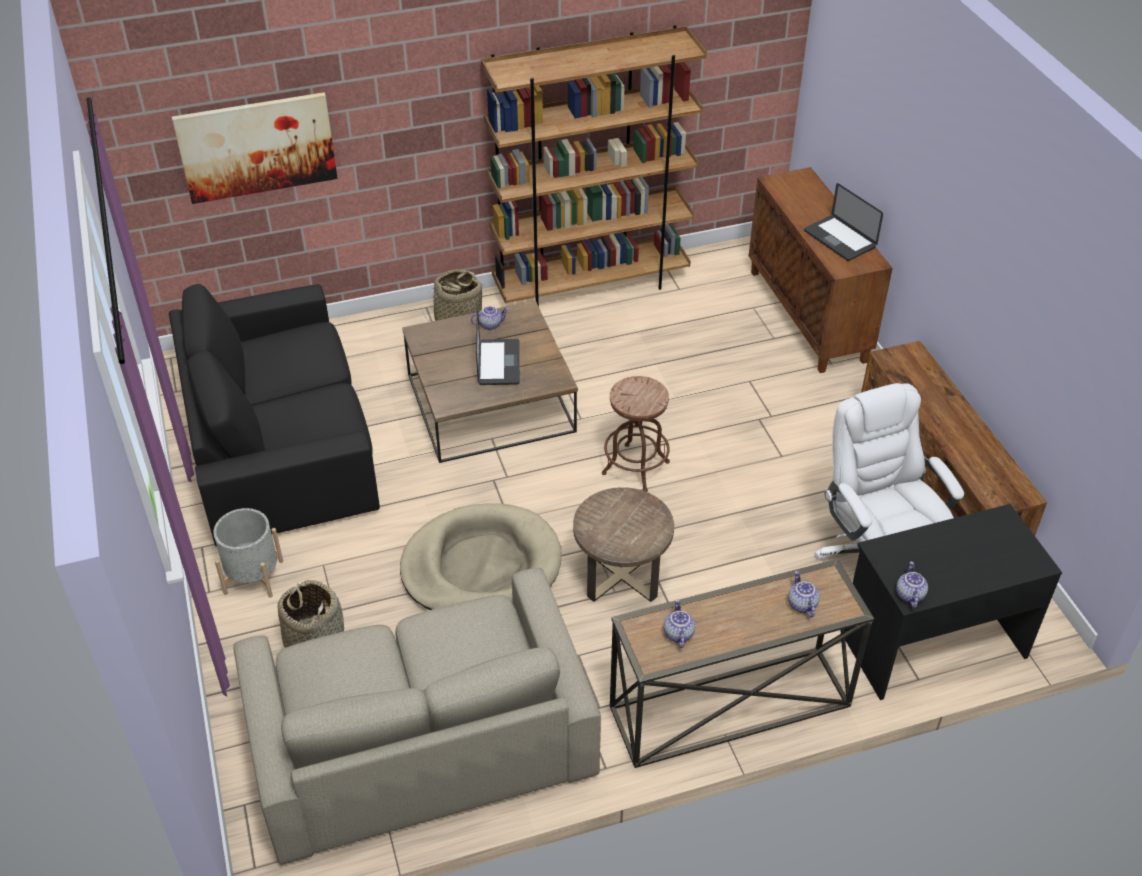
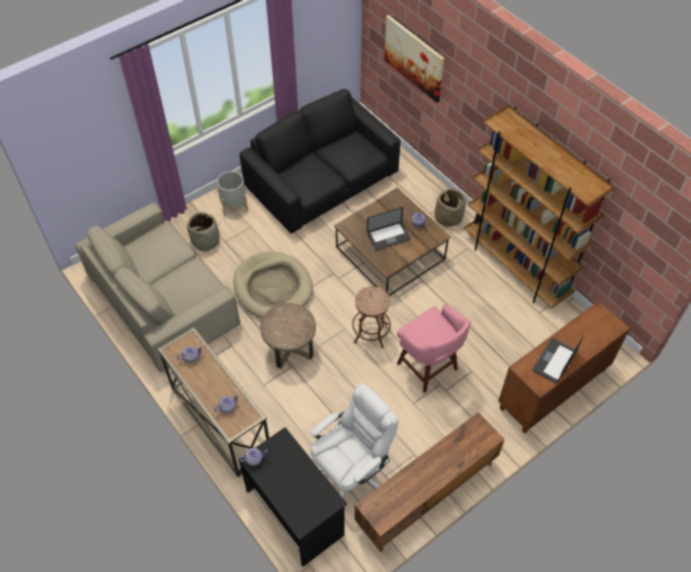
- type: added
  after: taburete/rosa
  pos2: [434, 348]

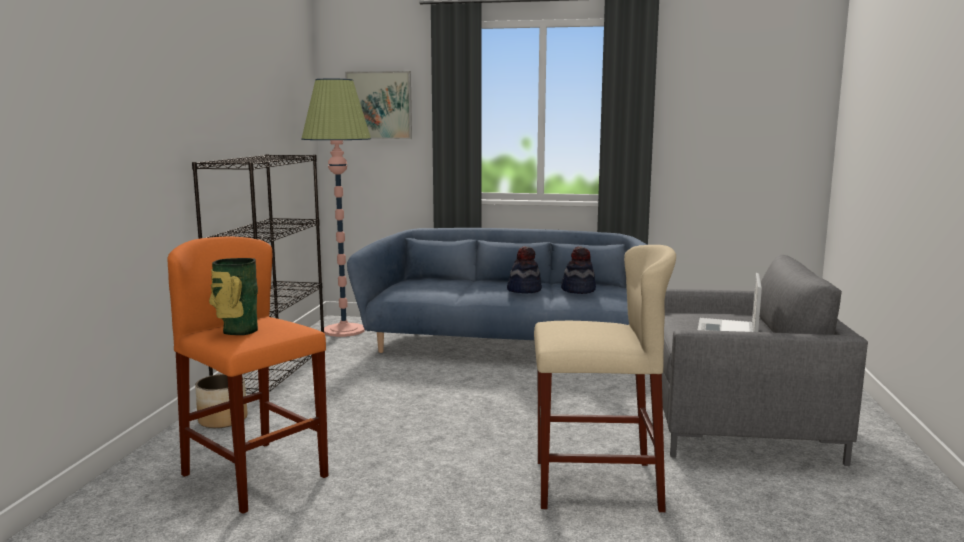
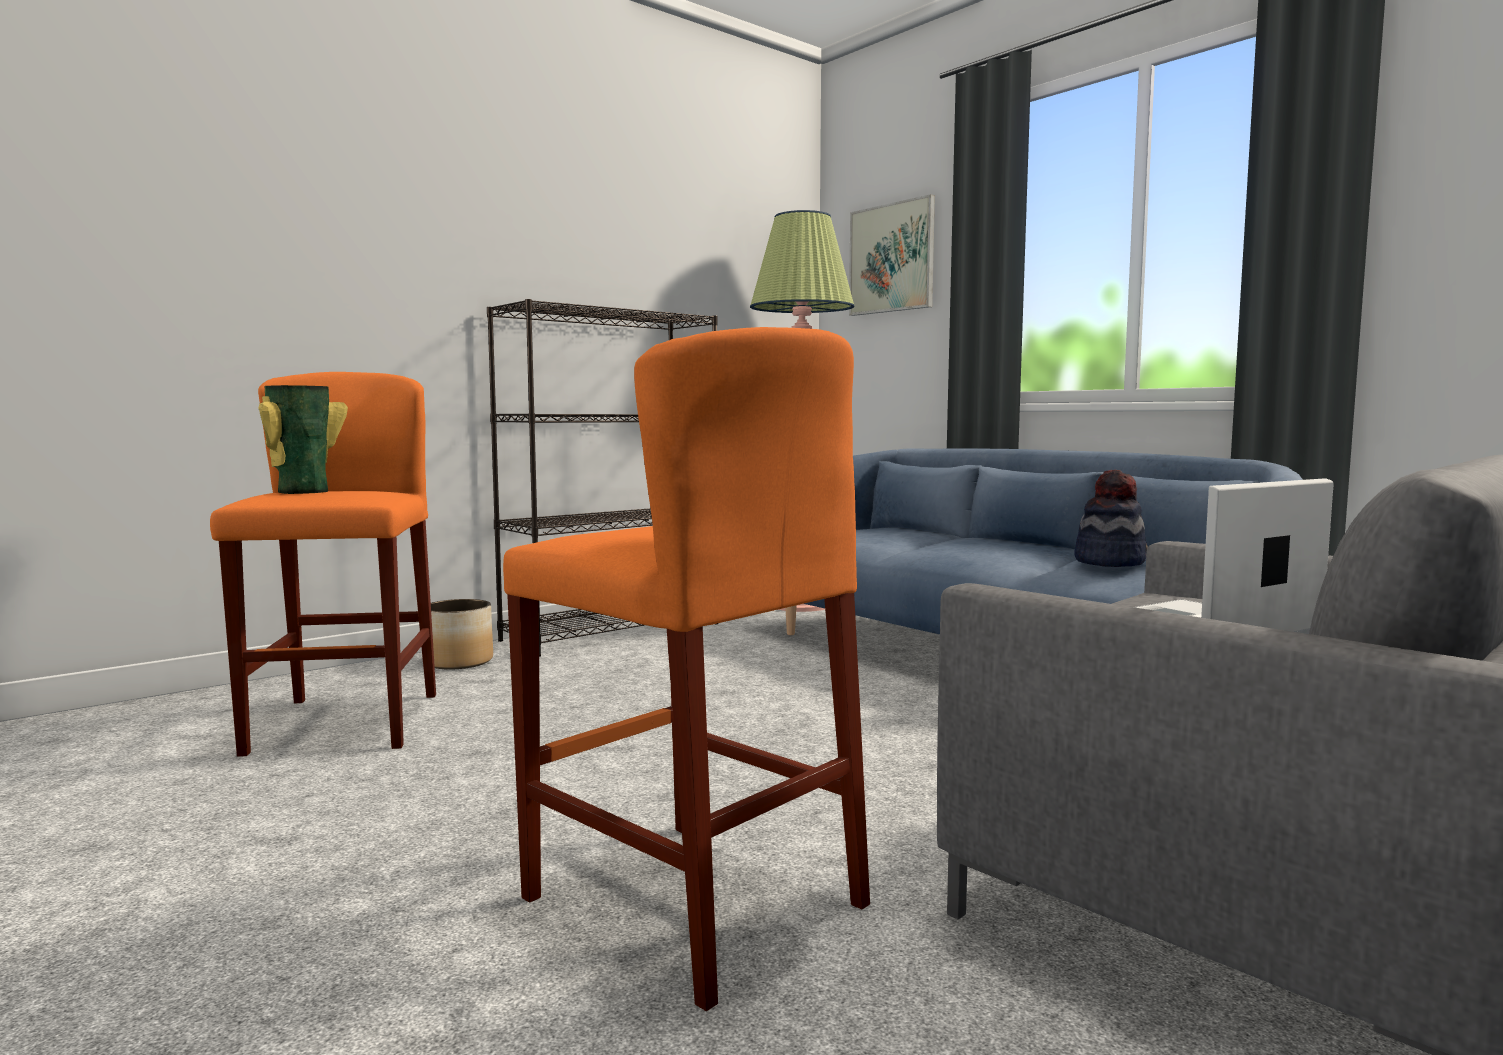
- type: recoloured
  before: taburete/beis
  after: taburete/naranja
  pos1: [605, 378]
  pos2: [686, 669]
- type: removed
  before: sombrero
  pos1: [524, 269]

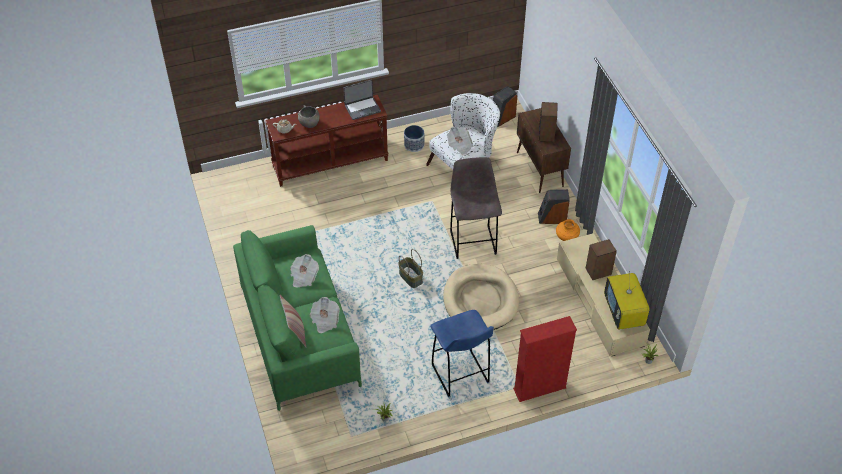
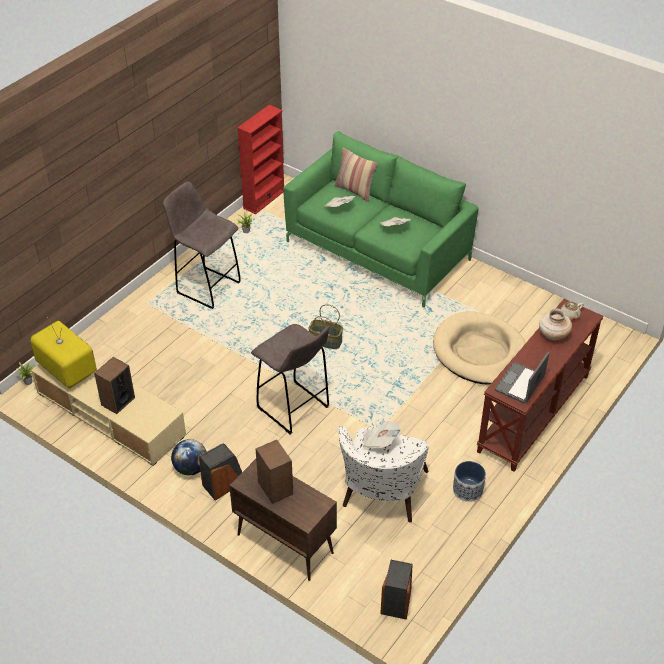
- type: recoloured
  before: taburete/azul
  after: taburete/gris
  pos1: [462, 353]
  pos2: [202, 245]
- type: replaced
  before: florero/naranja
  after: globo terráqueo
  pos1: [568, 230]
  pos2: [189, 457]
- type: moved
  before: estantería/rojo
  pos1: [545, 359]
  pos2: [260, 159]
- type: moved
  before: cama para perro/beis
  pos1: [481, 297]
  pos2: [479, 348]
- type: replaced
  before: cuenco/gris
  after: florero/beis
  pos1: [309, 116]
  pos2: [555, 324]

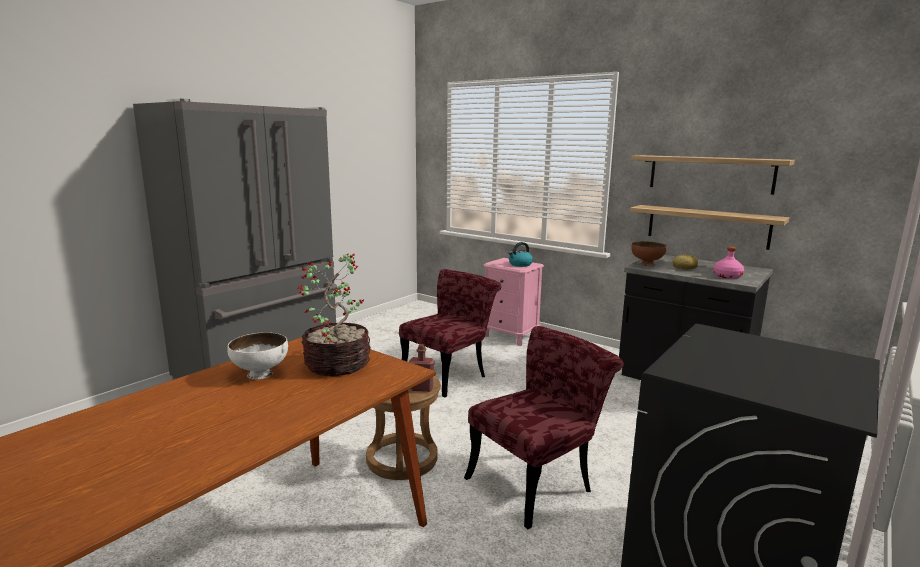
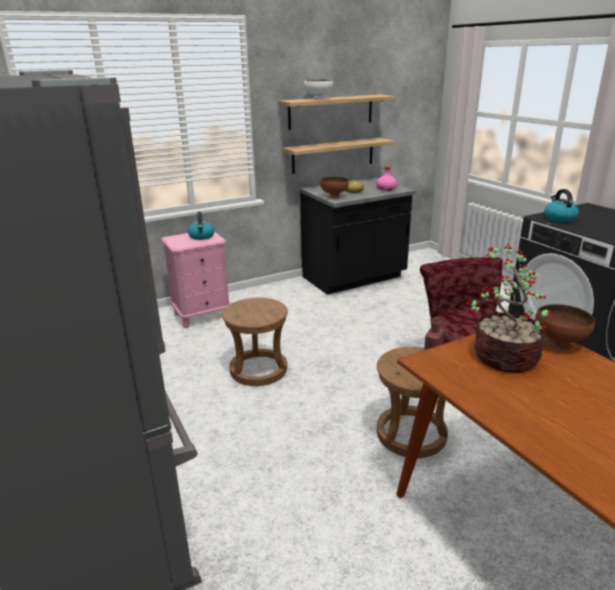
- type: replaced
  before: silla/rojo
  after: taburete/marrón
  pos1: [450, 333]
  pos2: [255, 342]
- type: moved
  before: cuenco/blanco
  pos1: [257, 355]
  pos2: [318, 90]
- type: added
  after: cuenco/marrón
  pos2: [565, 327]
- type: added
  after: hervidor
  pos2: [561, 205]

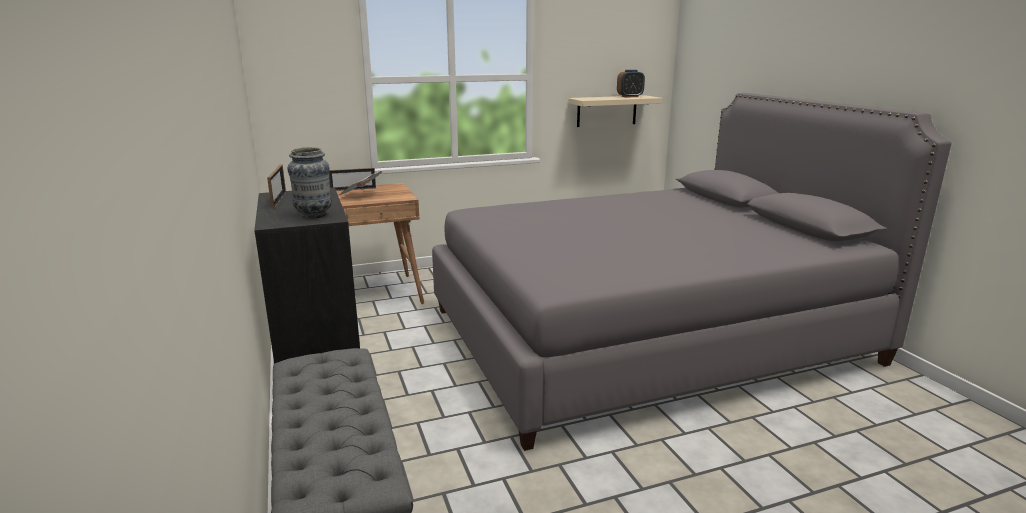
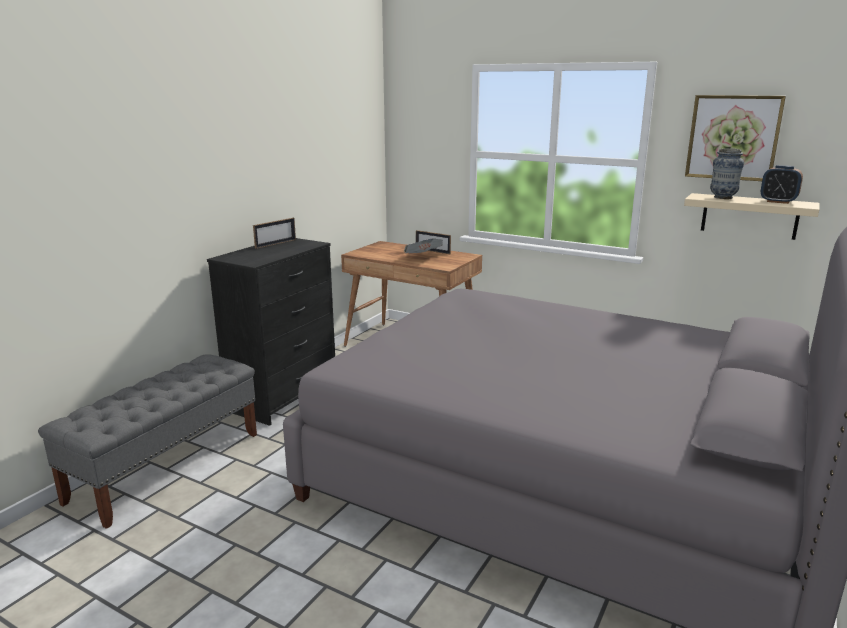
- type: added
  after: cuadro
  pos2: [735, 138]
- type: moved
  before: florero
  pos1: [309, 183]
  pos2: [727, 173]

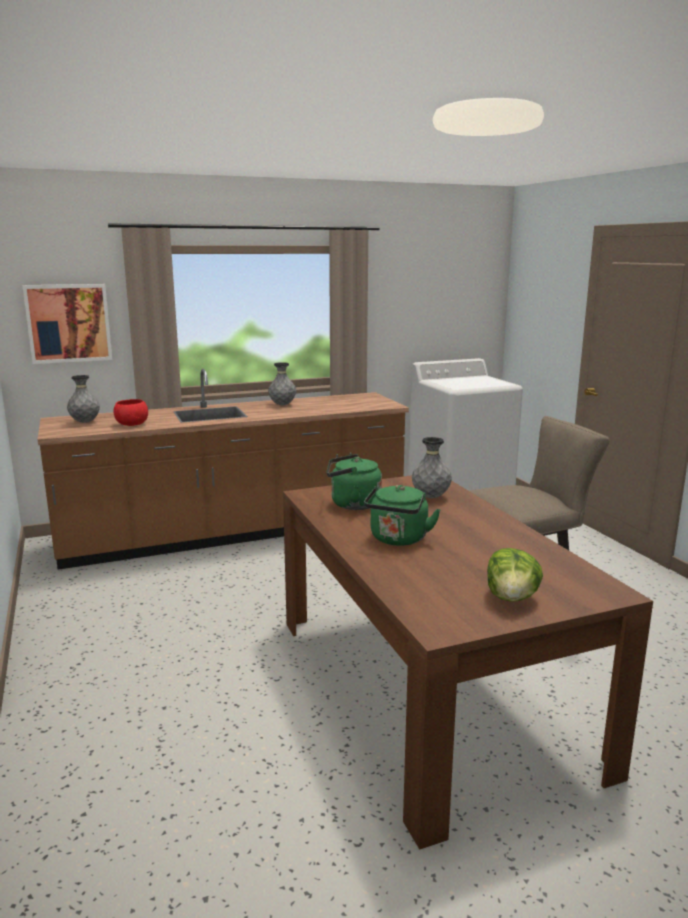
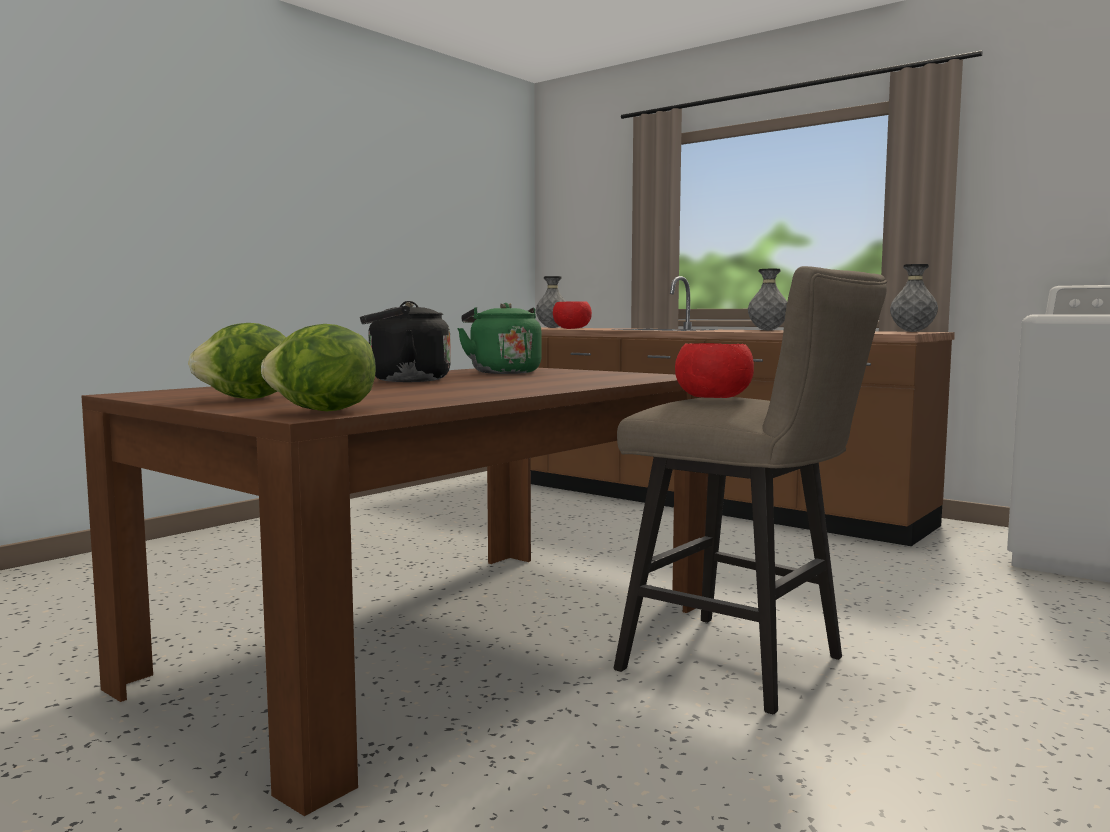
- type: added
  after: lechuga
  pos2: [318, 367]
- type: recoloured
  before: hervidor/verde
  after: hervidor/negro
  pos1: [402, 515]
  pos2: [405, 341]
- type: added
  after: cuenco/rojo
  pos2: [714, 370]
- type: moved
  before: florero/gris
  pos1: [432, 467]
  pos2: [914, 298]
- type: removed
  before: cuadro
  pos1: [67, 324]

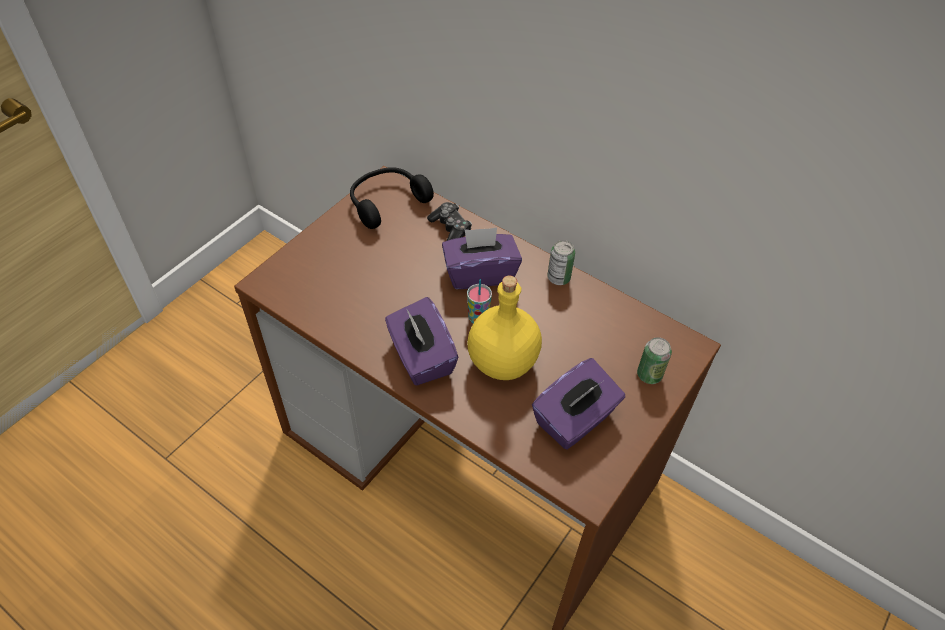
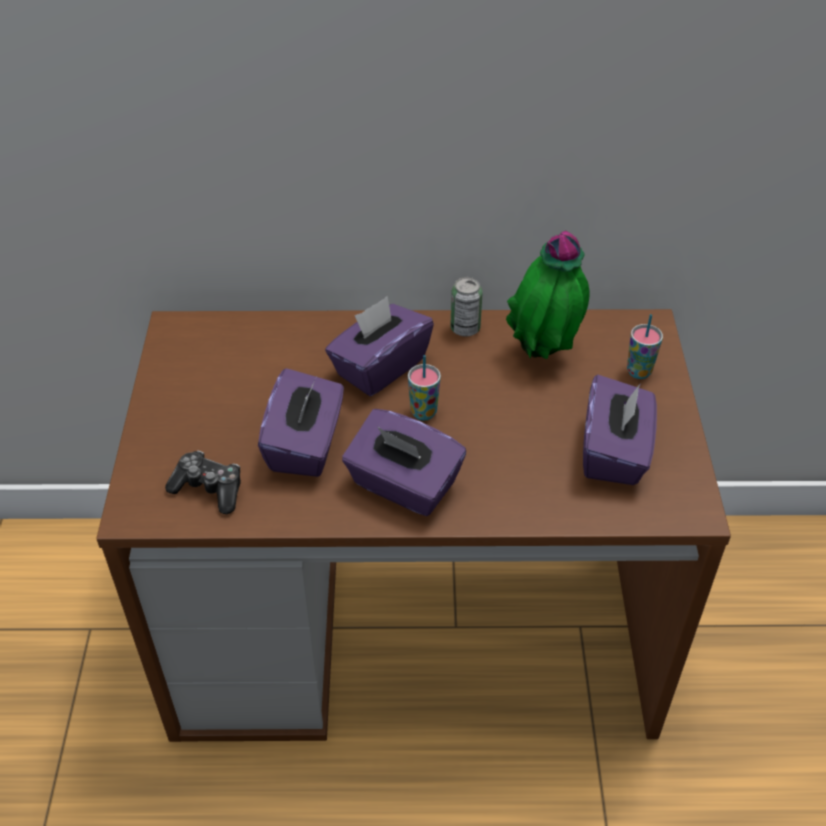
- type: moved
  before: mando de consola
  pos1: [449, 221]
  pos2: [203, 482]
- type: added
  after: caja de pañuelos/morado
  pos2: [301, 422]
- type: added
  after: planta en maceta
  pos2: [547, 295]
- type: replaced
  before: lata
  after: taza
  pos1: [654, 360]
  pos2: [645, 346]
- type: removed
  before: auriculares/negro
  pos1: [392, 198]
- type: removed
  before: botella/amarillo
  pos1: [504, 328]

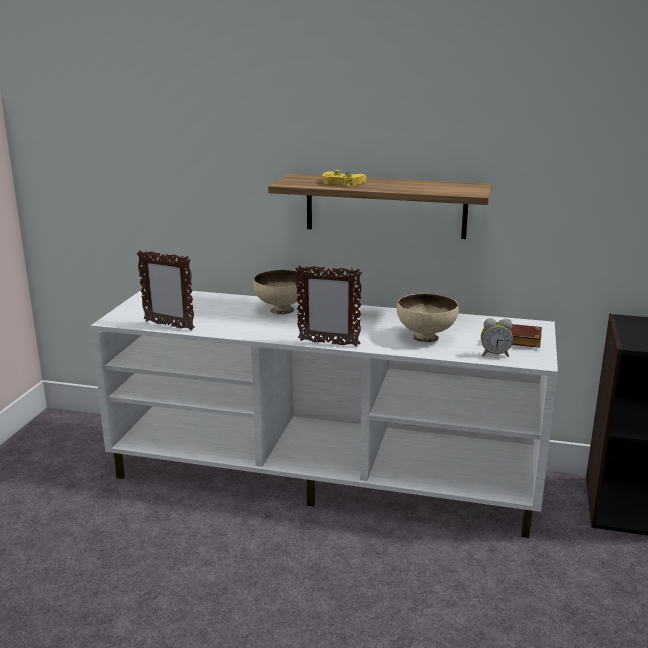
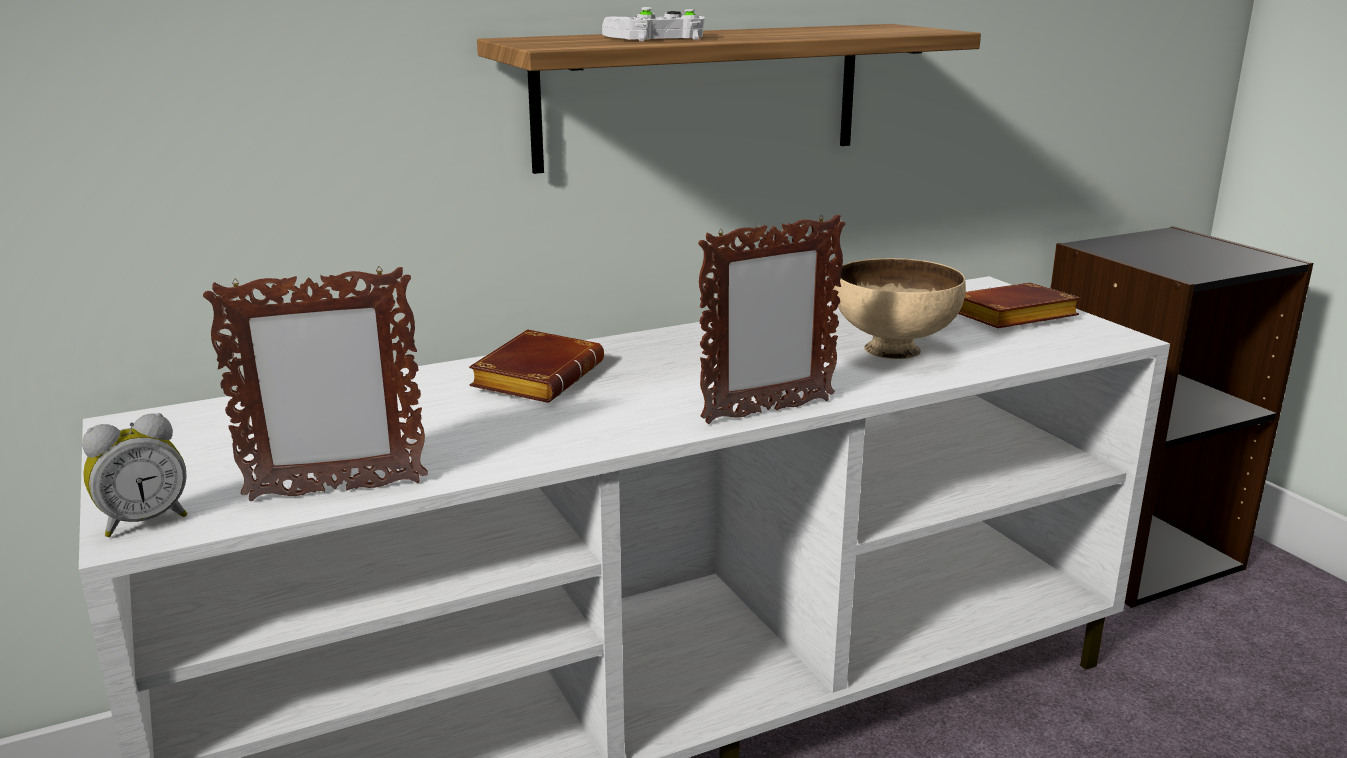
- type: moved
  before: despertador
  pos1: [497, 337]
  pos2: [134, 475]
- type: replaced
  before: cuenco/beis
  after: libro/marrón
  pos1: [278, 292]
  pos2: [536, 366]
- type: recoloured
  before: mando de consola/amarillo
  after: mando de consola/blanco
  pos1: [344, 178]
  pos2: [653, 24]

